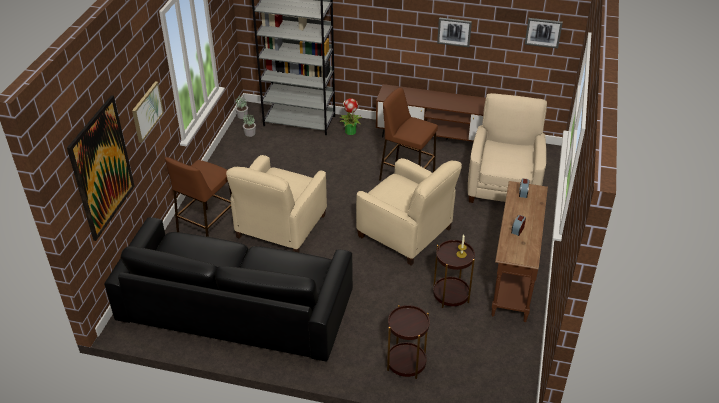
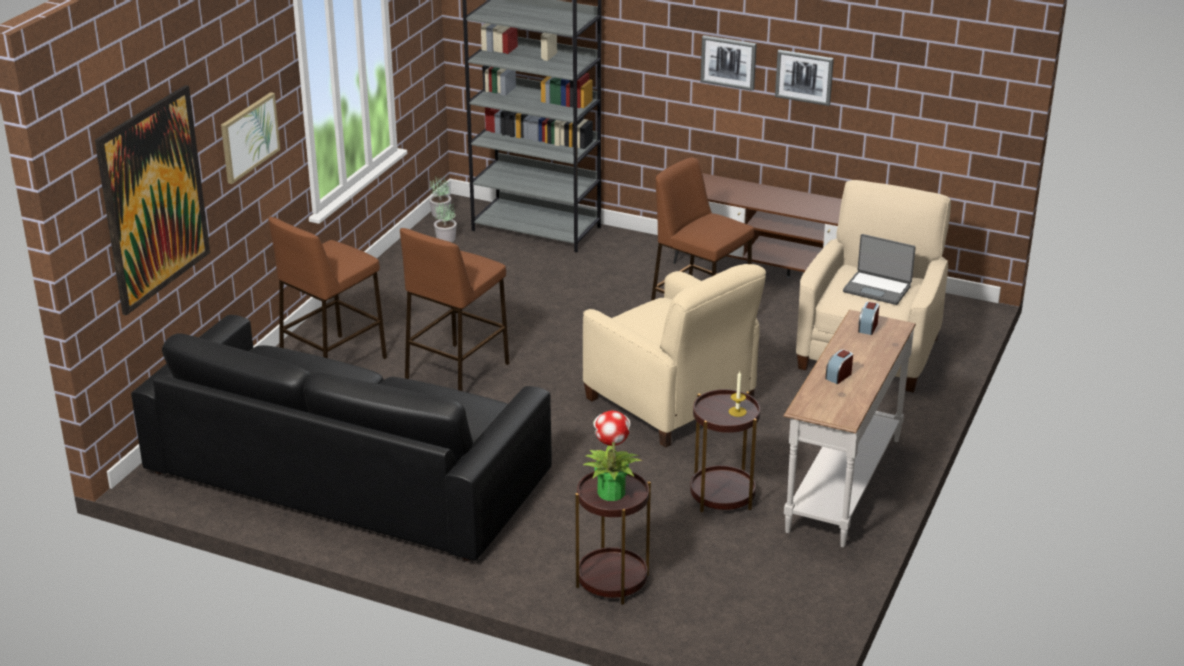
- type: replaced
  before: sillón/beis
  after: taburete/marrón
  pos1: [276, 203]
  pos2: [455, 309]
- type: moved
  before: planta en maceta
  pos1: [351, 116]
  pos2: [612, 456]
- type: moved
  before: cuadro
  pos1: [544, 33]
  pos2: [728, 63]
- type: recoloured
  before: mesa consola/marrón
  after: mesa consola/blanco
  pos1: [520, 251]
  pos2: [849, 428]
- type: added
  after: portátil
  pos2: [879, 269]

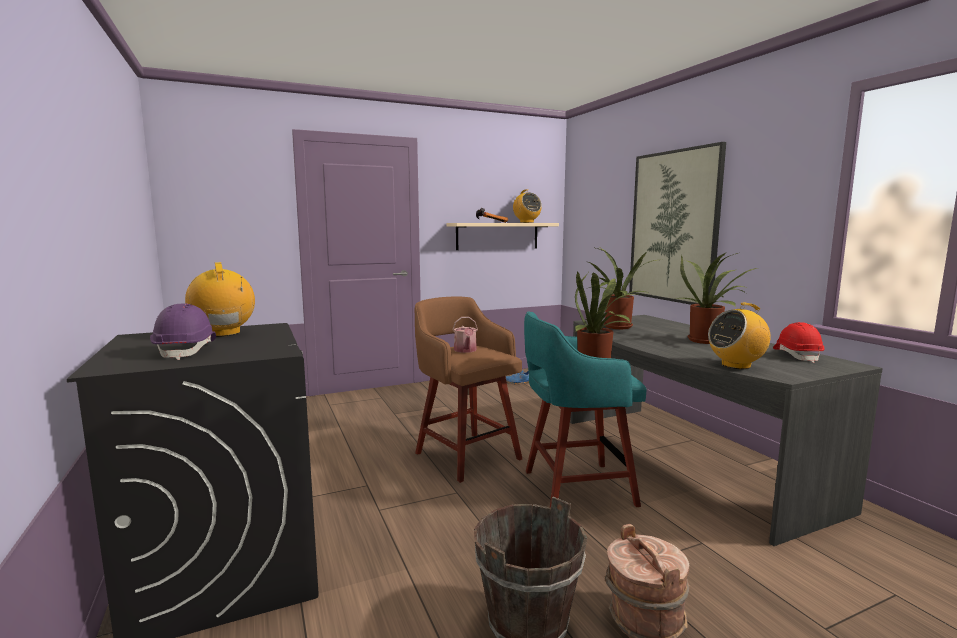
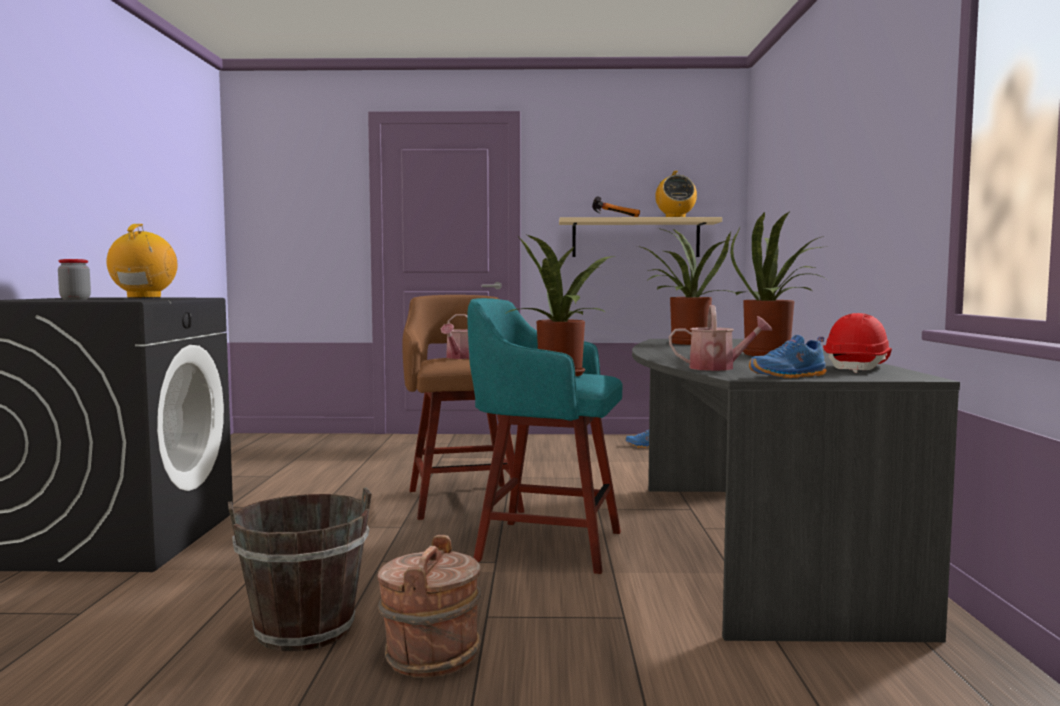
- type: replaced
  before: casco/morado
  after: tarro
  pos1: [183, 332]
  pos2: [74, 279]
- type: replaced
  before: radio
  after: regadera
  pos1: [739, 336]
  pos2: [721, 338]
- type: added
  after: zapato/azul
  pos2: [788, 357]
- type: removed
  before: cuadro
  pos1: [677, 223]

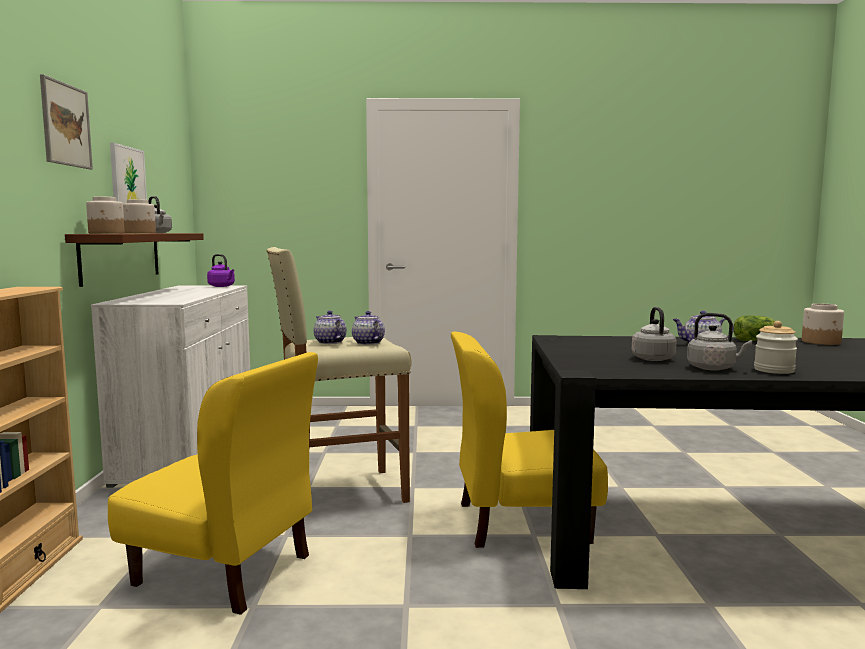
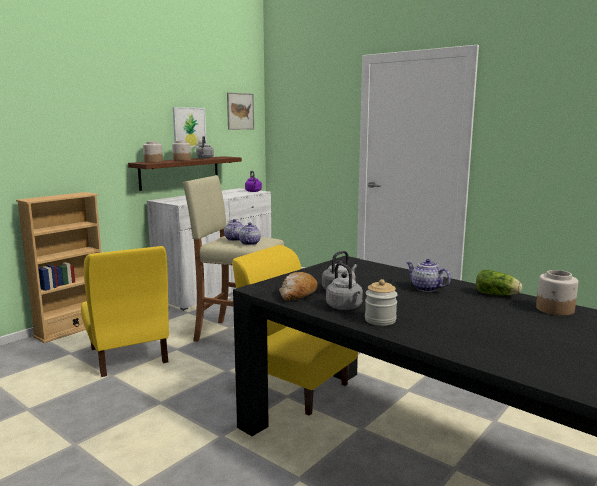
- type: moved
  before: cuadro
  pos1: [66, 121]
  pos2: [240, 111]
- type: added
  after: pan
  pos2: [298, 286]

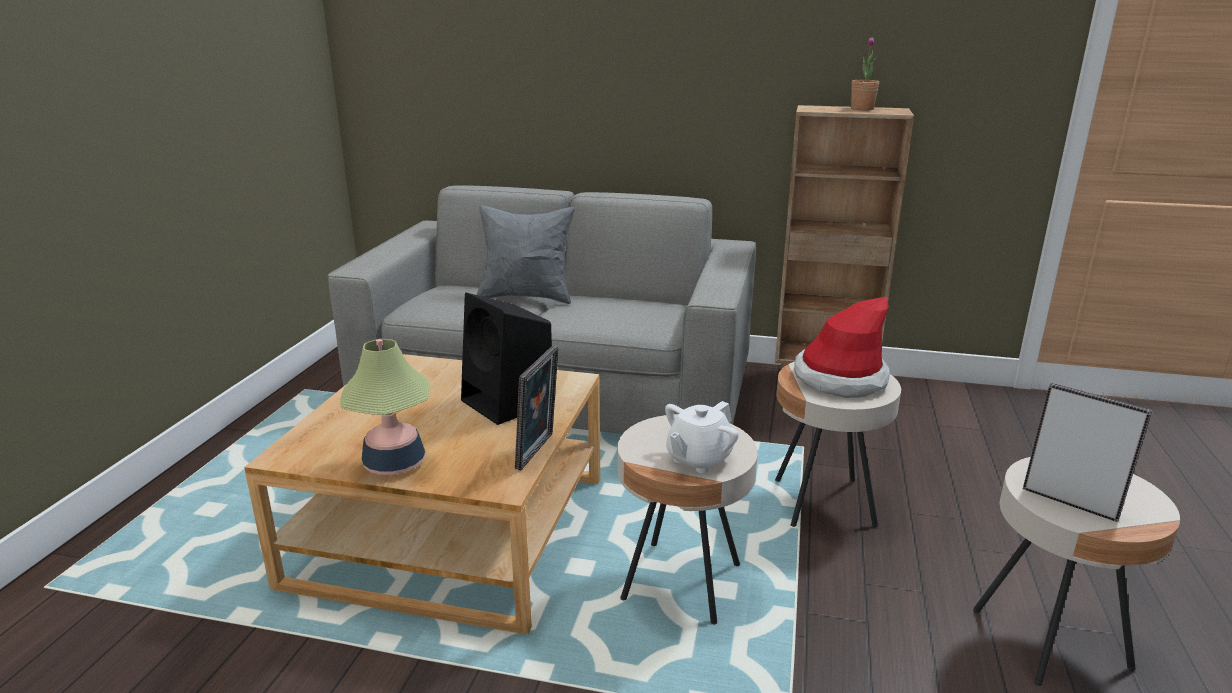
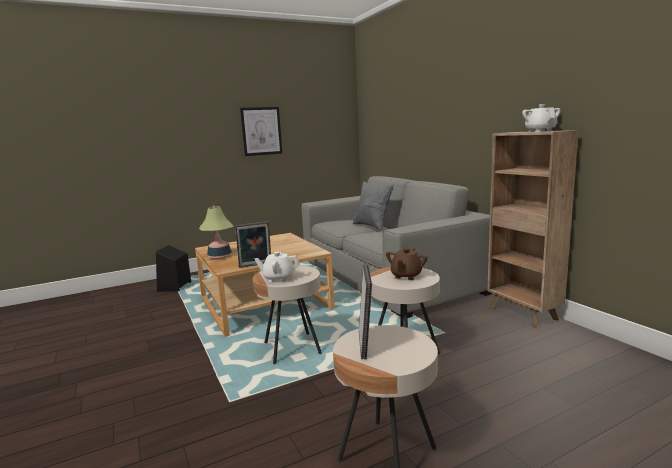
- type: moved
  before: altavoz/negro
  pos1: [506, 359]
  pos2: [173, 268]
- type: added
  after: cuadro
  pos2: [261, 131]
- type: replaced
  before: sombrero
  after: tetera/marrón
  pos1: [842, 347]
  pos2: [407, 264]
- type: replaced
  before: planta en maceta
  after: tetera/blanco
  pos1: [865, 74]
  pos2: [541, 118]

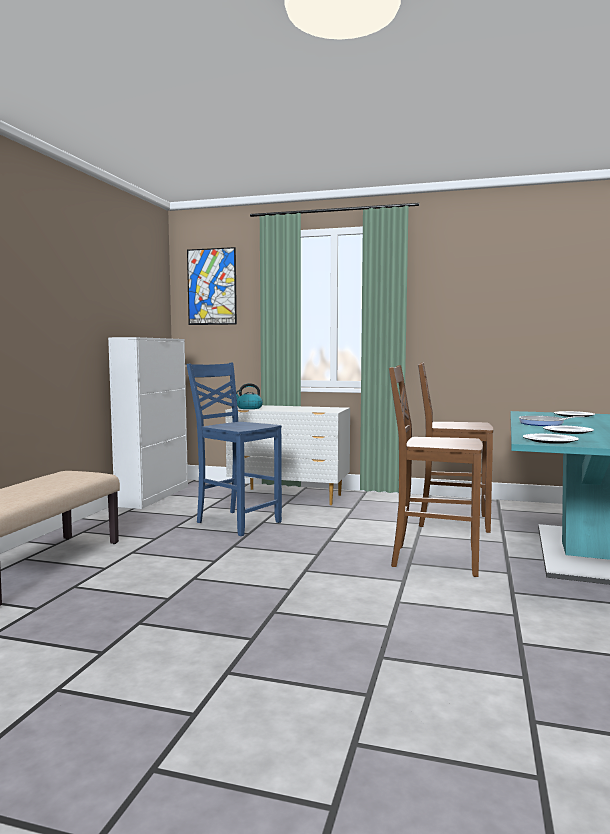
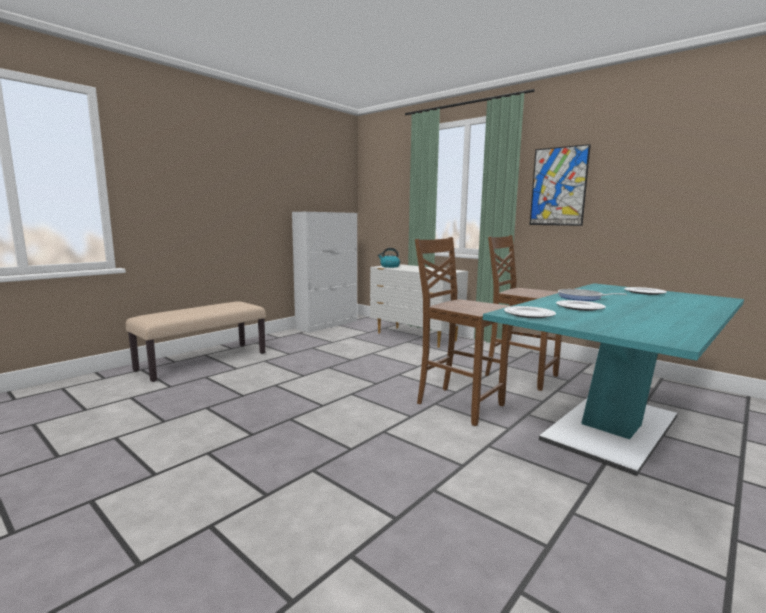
- type: moved
  before: cuadro
  pos1: [212, 286]
  pos2: [560, 185]
- type: removed
  before: silla/azul
  pos1: [234, 449]

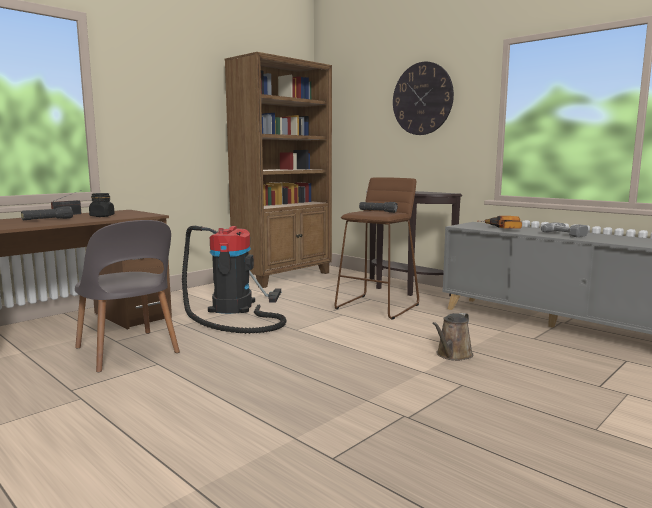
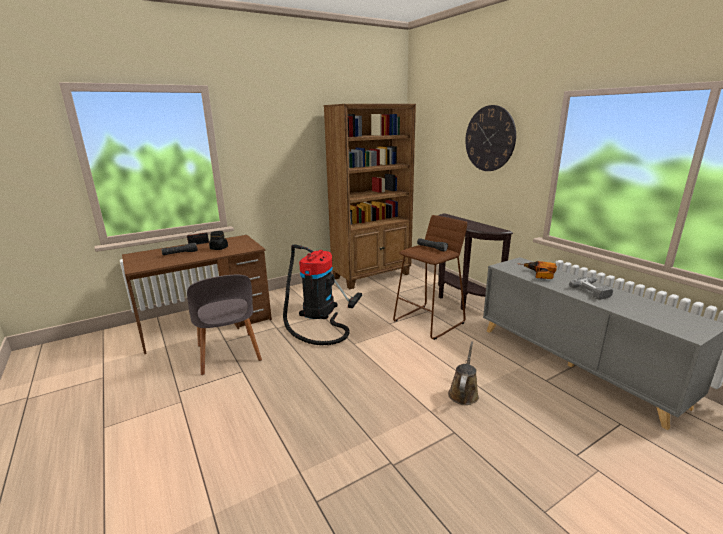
- type: turned
  before: regadera/marrón
  pos1: [452, 337]
  pos2: [463, 373]
  turn: 150

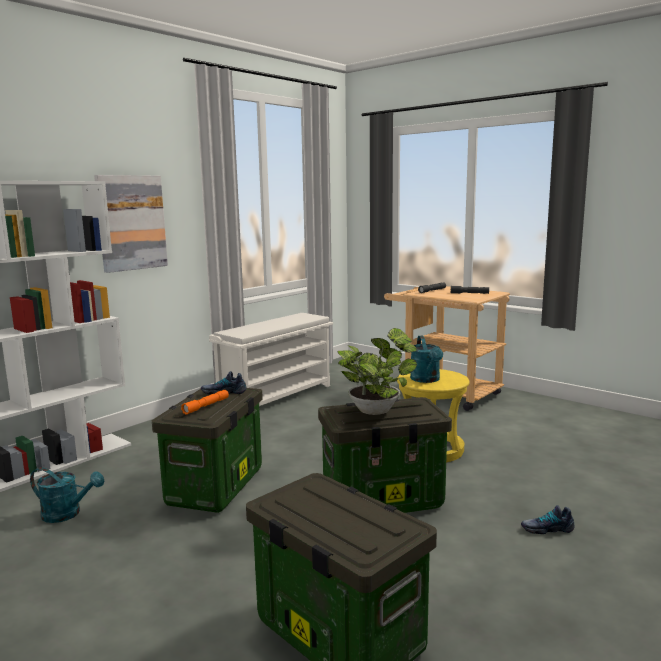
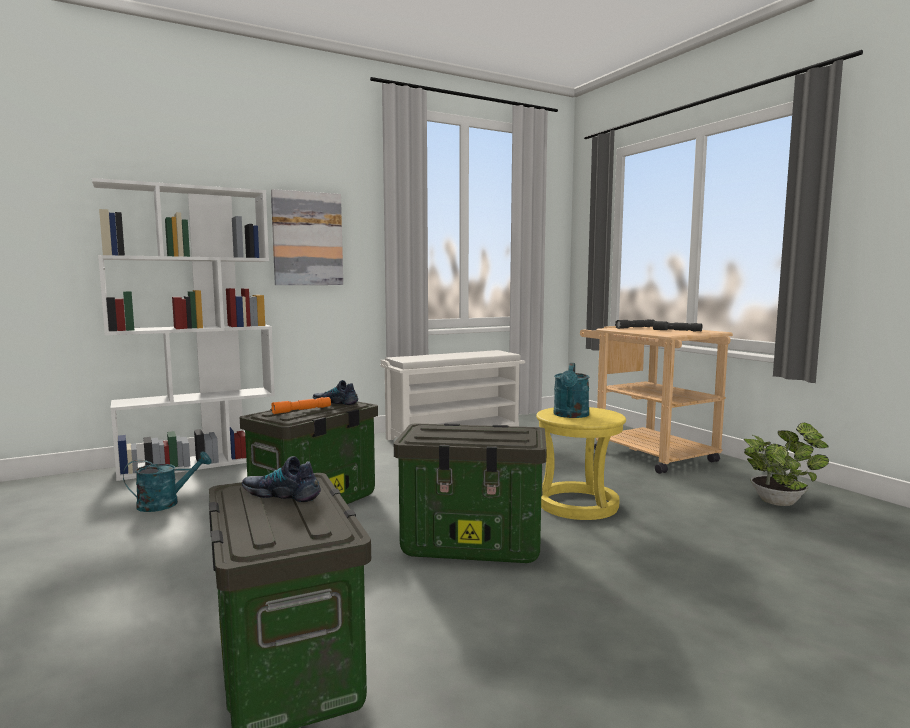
- type: turned
  before: regadera/turquesa
  pos1: [67, 495]
  pos2: [167, 481]
  turn: -60
- type: moved
  before: zapato
  pos1: [548, 519]
  pos2: [281, 479]
- type: moved
  before: planta en maceta
  pos1: [377, 371]
  pos2: [786, 464]

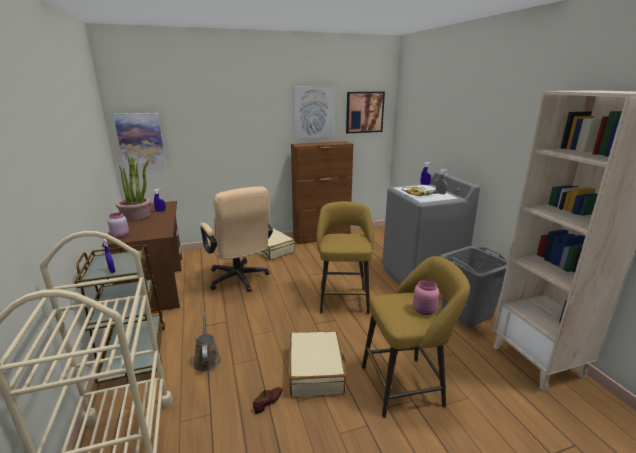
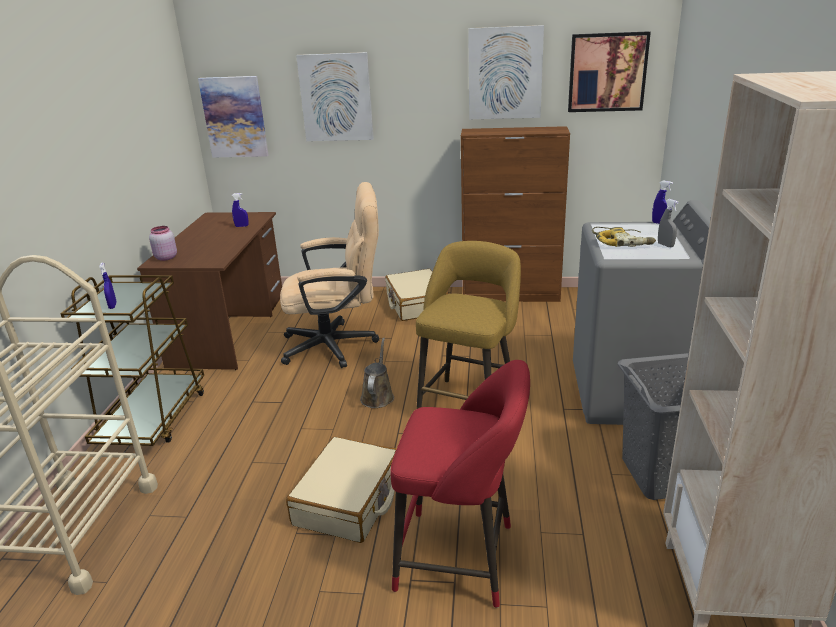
- type: turned
  before: silla de oficina/beis
  pos1: [236, 239]
  pos2: [329, 275]
  turn: -90
- type: added
  after: cuadro
  pos2: [335, 96]
- type: moved
  before: regadera/marrón
  pos1: [207, 342]
  pos2: [377, 373]
- type: recoloured
  before: taburete/amarillo
  after: taburete/rojo
  pos1: [416, 337]
  pos2: [460, 484]
- type: removed
  before: planta en maceta
  pos1: [133, 189]
- type: removed
  before: zapato/marrón
  pos1: [268, 400]
- type: removed
  before: tarro/rosa
  pos1: [426, 297]

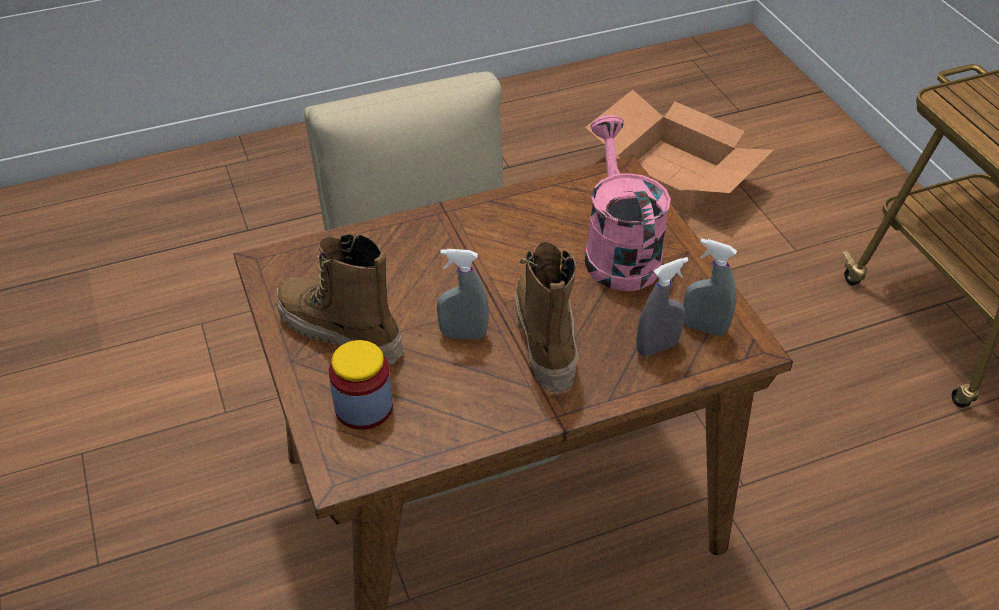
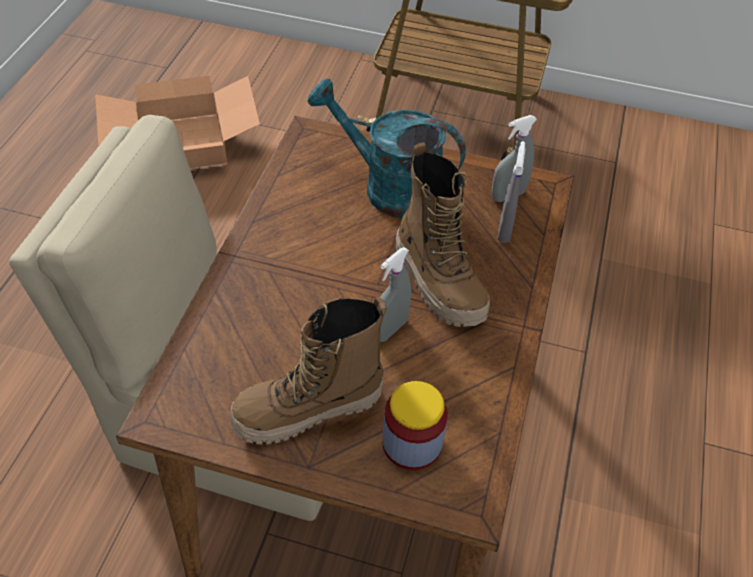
- type: recoloured
  before: regadera/rosa
  after: regadera/turquesa
  pos1: [628, 203]
  pos2: [386, 148]
- type: turned
  before: bota
  pos1: [546, 317]
  pos2: [442, 234]
  turn: -150

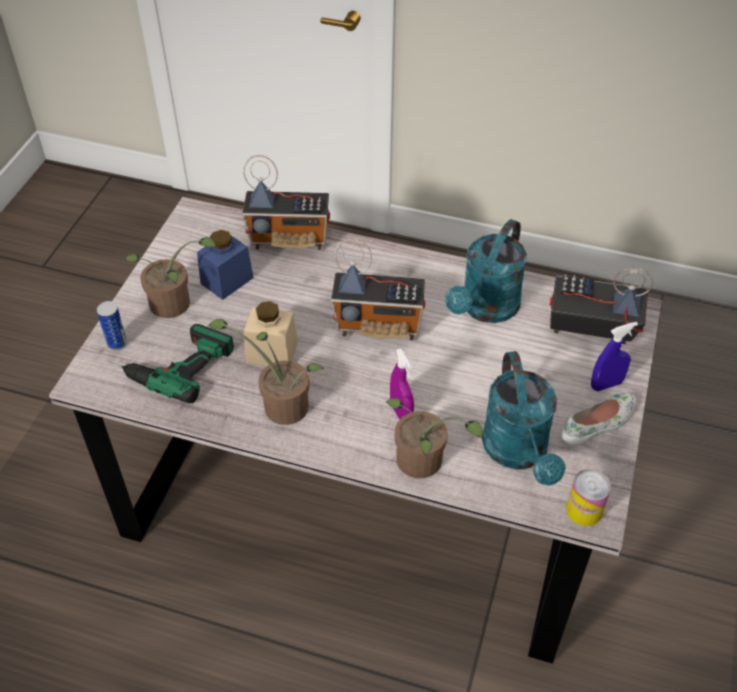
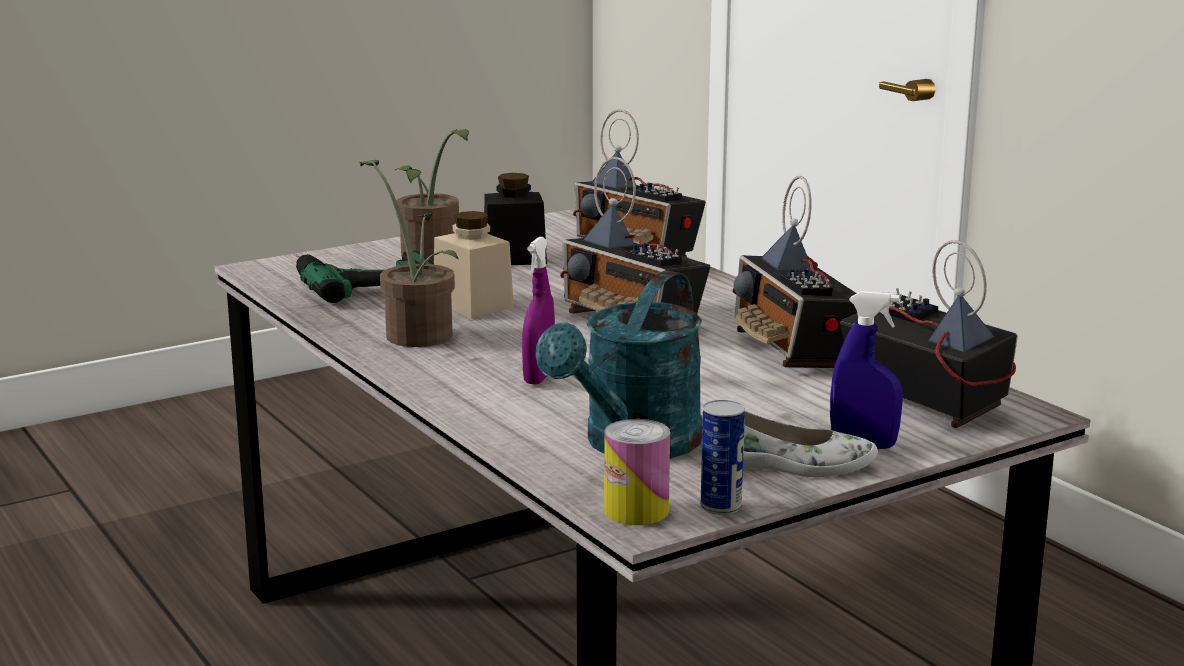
- type: recoloured
  before: tarro/azul
  after: tarro/negro
  pos1: [225, 265]
  pos2: [515, 219]
- type: moved
  before: lata
  pos1: [111, 325]
  pos2: [723, 457]
- type: replaced
  before: regadera/turquesa
  after: radio
  pos1: [486, 271]
  pos2: [795, 272]
- type: removed
  before: planta en maceta
  pos1: [435, 438]

